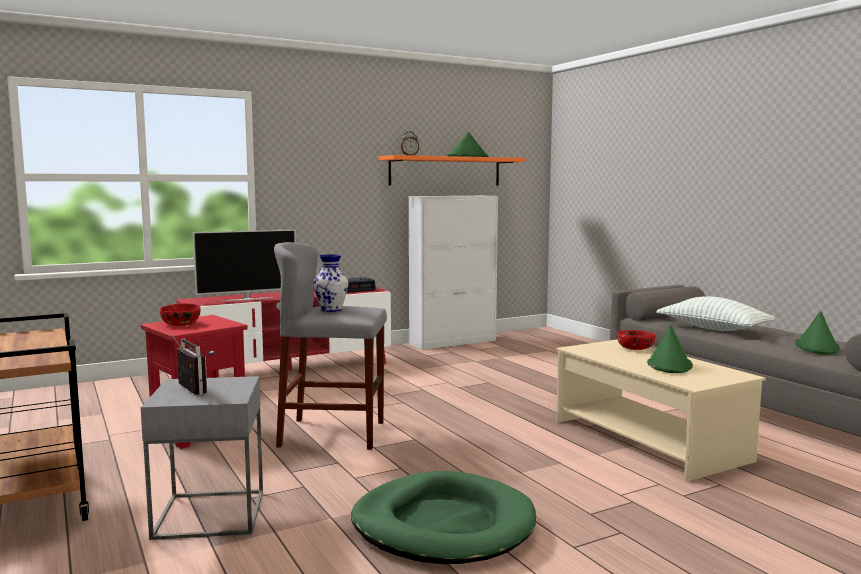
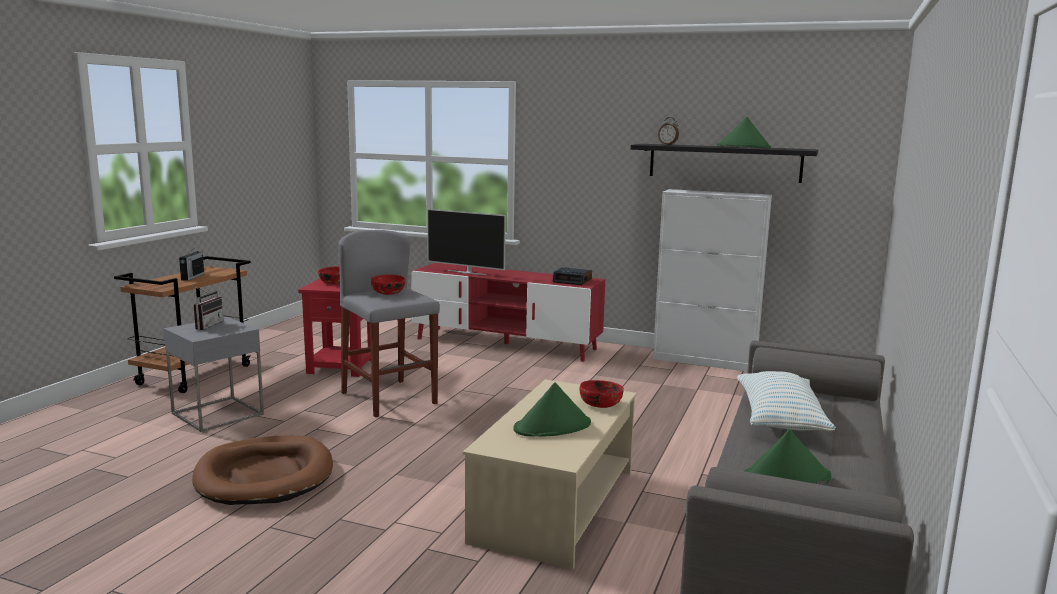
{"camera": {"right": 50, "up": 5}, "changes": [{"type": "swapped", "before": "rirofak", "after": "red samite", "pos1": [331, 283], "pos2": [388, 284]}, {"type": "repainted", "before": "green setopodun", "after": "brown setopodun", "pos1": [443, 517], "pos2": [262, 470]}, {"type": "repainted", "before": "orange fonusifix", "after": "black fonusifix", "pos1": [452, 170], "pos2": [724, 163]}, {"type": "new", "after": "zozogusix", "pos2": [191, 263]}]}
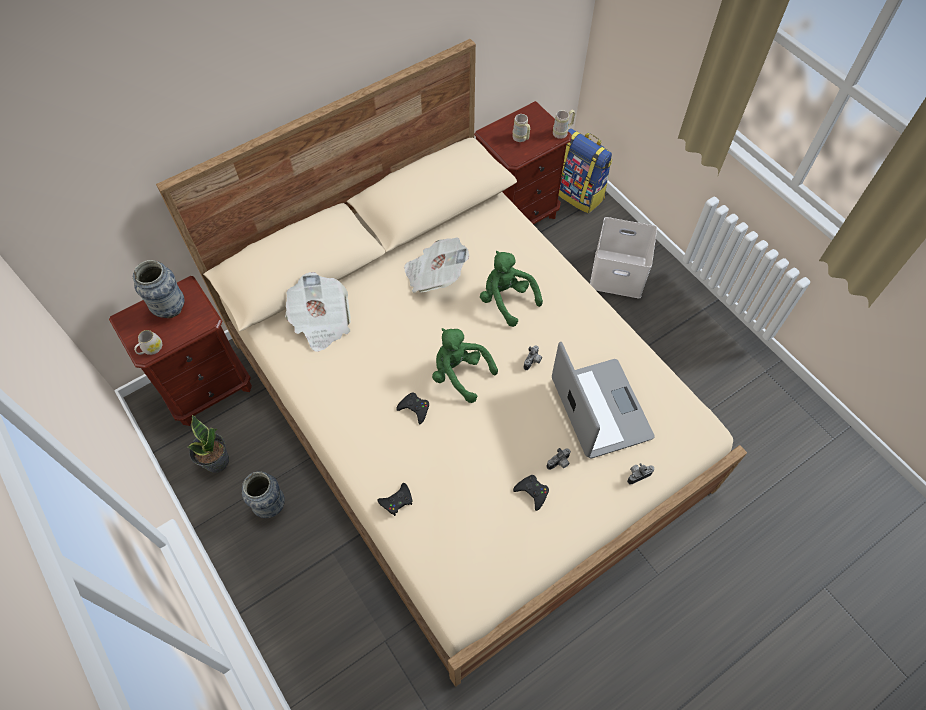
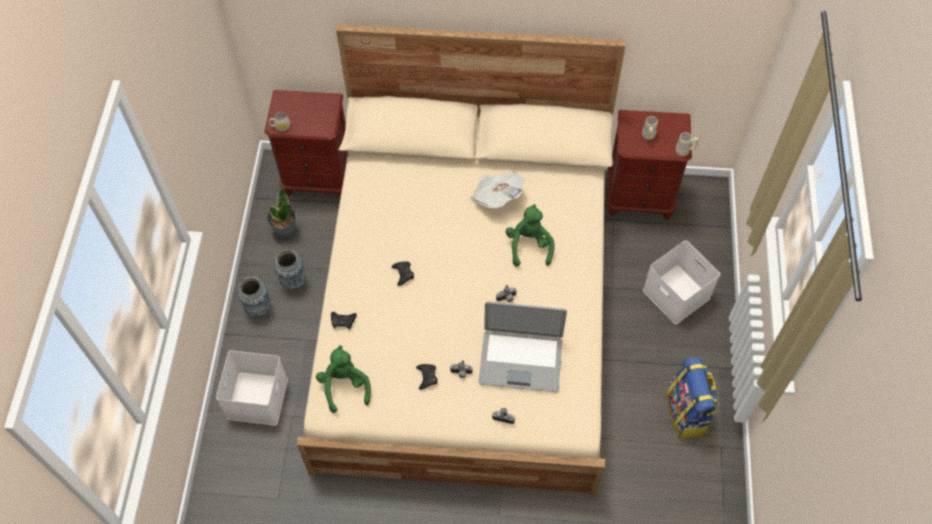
{"camera": {"right": 40, "up": 0}, "changes": [{"type": "shifted", "before": "rirofak", "pos1": [158, 289], "pos2": [254, 297]}, {"type": "gone", "before": "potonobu", "pos1": [318, 312]}, {"type": "shifted", "before": "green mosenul", "pos1": [465, 365], "pos2": [343, 379]}, {"type": "rotated", "before": "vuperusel", "pos1": [603, 400], "pos2": [522, 347], "turn": 75}, {"type": "shifted", "before": "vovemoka", "pos1": [586, 170], "pos2": [691, 397]}, {"type": "new", "after": "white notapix", "pos2": [252, 388]}]}
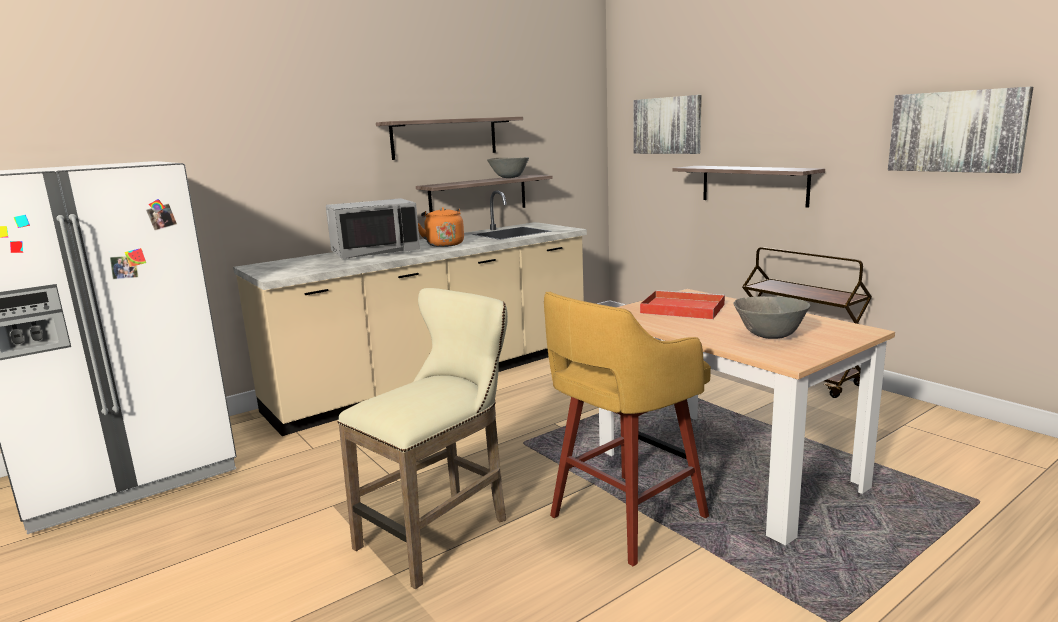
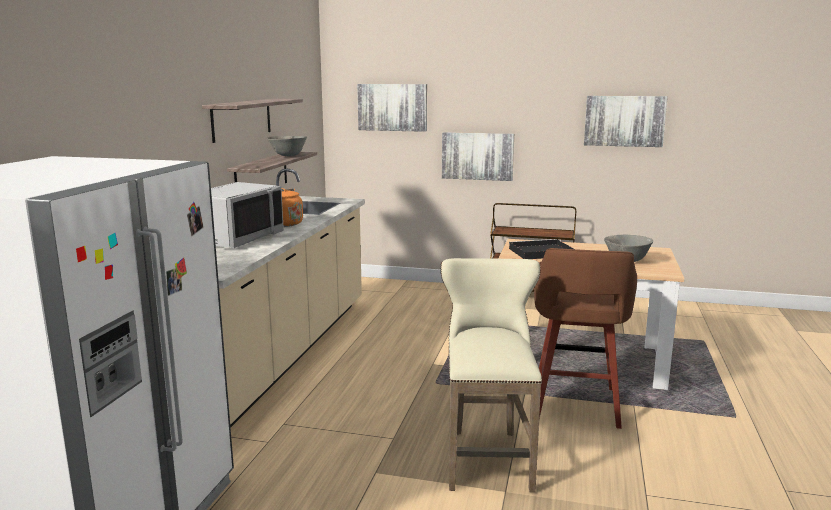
{"camera": {"right": -40, "up": 0}, "changes": [{"type": "repainted", "before": "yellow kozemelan", "after": "brown kozemelan", "pos1": [627, 429], "pos2": [585, 338]}, {"type": "repainted", "before": "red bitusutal", "after": "black bitusutal", "pos1": [682, 304], "pos2": [541, 249]}, {"type": "swapped", "before": "fonusifix", "after": "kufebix", "pos1": [748, 187], "pos2": [478, 156]}]}
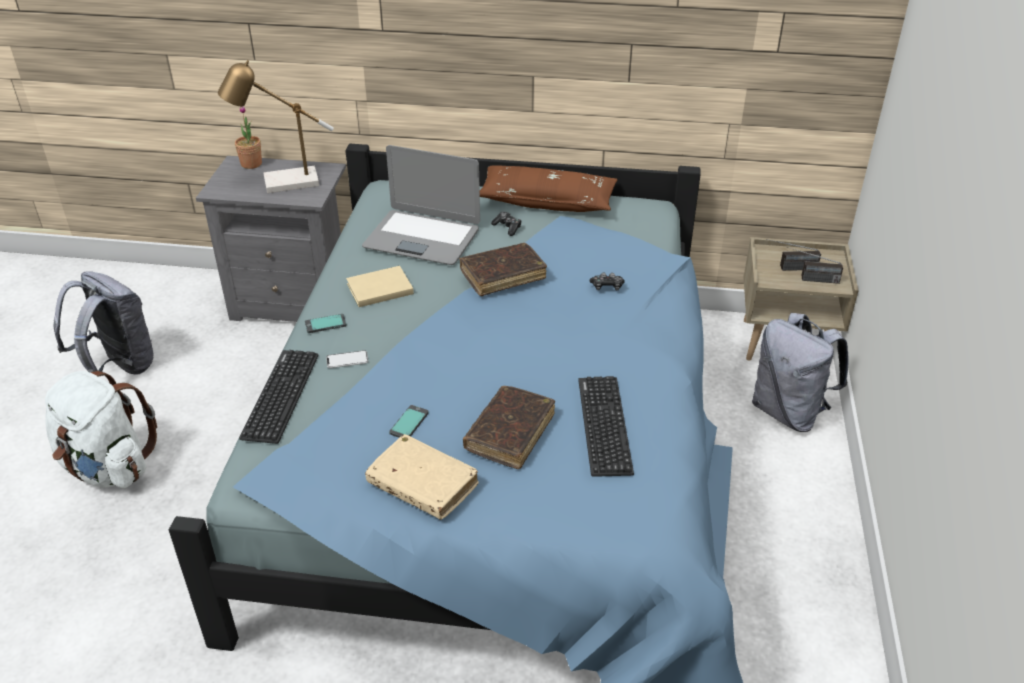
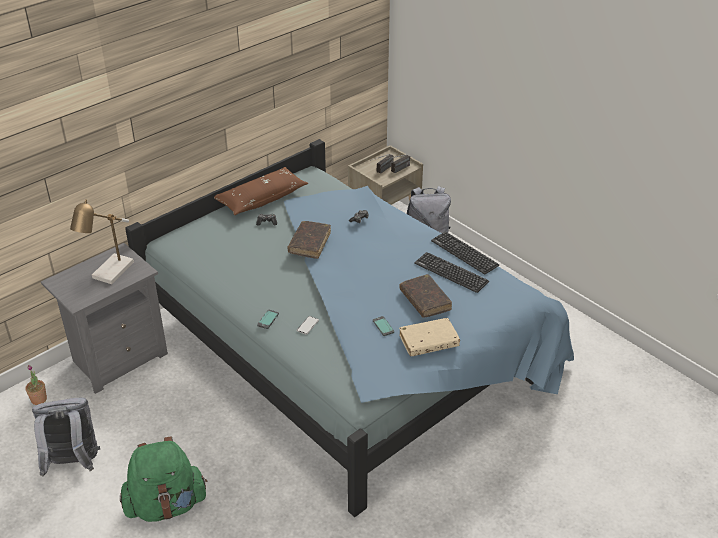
{"camera": {"right": -50, "up": 0}, "changes": [{"type": "repainted", "before": "white vovemoka", "after": "green vovemoka", "pos1": [101, 429], "pos2": [163, 479]}, {"type": "shifted", "before": "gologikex", "pos1": [248, 137], "pos2": [36, 385]}, {"type": "shifted", "before": "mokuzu", "pos1": [279, 397], "pos2": [465, 253]}, {"type": "gone", "before": "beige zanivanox", "pos1": [380, 286]}, {"type": "gone", "before": "vuperusel", "pos1": [421, 205]}]}
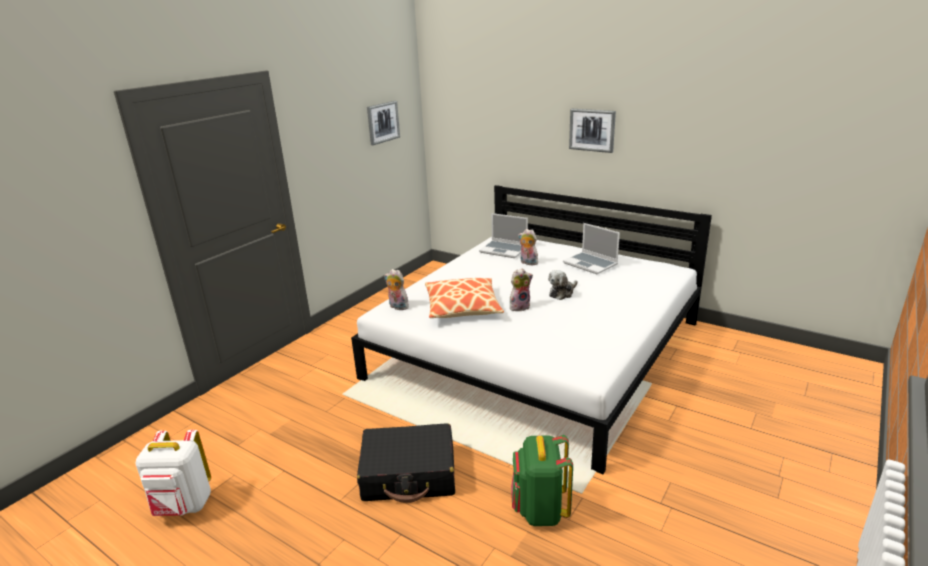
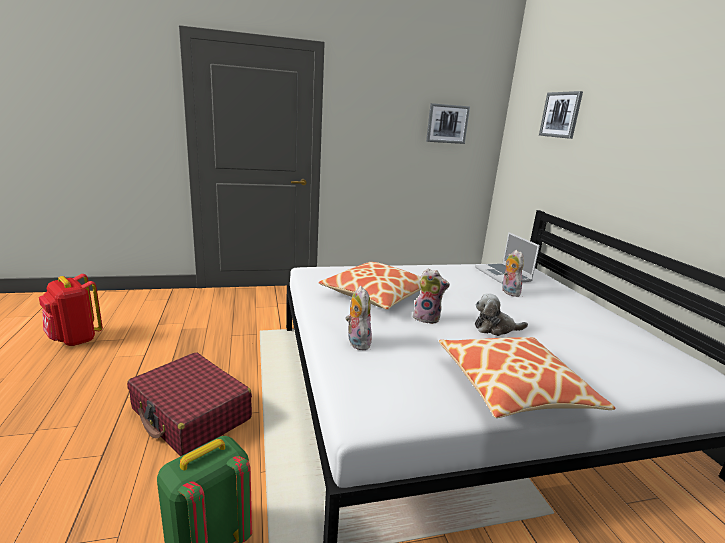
{"camera": {"right": 40, "up": -5}, "changes": [{"type": "repainted", "before": "white vovemoka", "after": "red vovemoka", "pos1": [173, 473], "pos2": [71, 310]}, {"type": "repainted", "before": "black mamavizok", "after": "red mamavizok", "pos1": [406, 463], "pos2": [189, 404]}, {"type": "shifted", "before": "mosenul", "pos1": [397, 289], "pos2": [359, 318]}, {"type": "gone", "before": "vuperusel", "pos1": [591, 248]}, {"type": "shifted", "before": "kufebix", "pos1": [592, 131], "pos2": [561, 115]}, {"type": "new", "after": "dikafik", "pos2": [527, 377]}]}
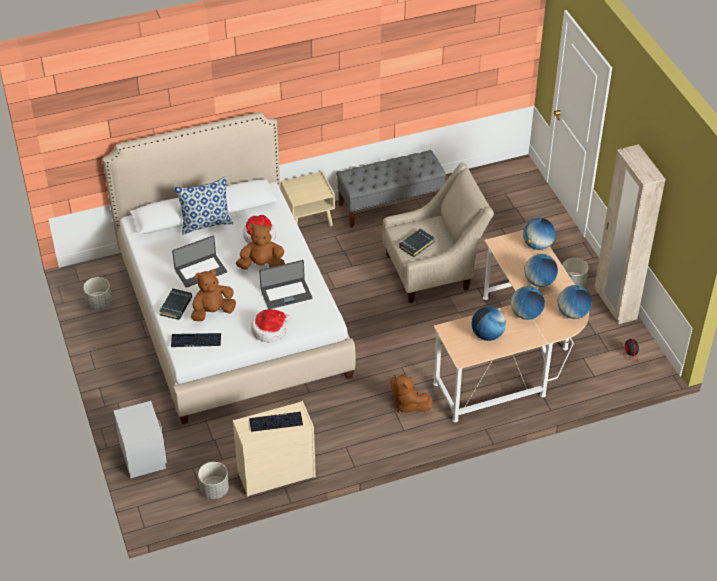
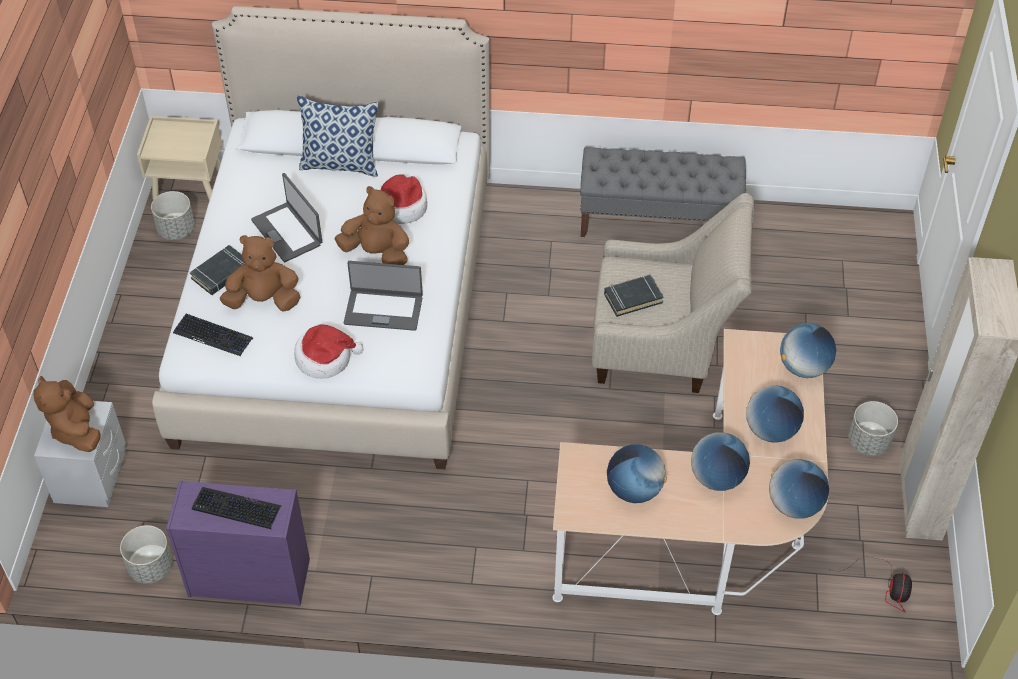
{"camera": {"right": 25, "up": 5}, "changes": [{"type": "rotated", "before": "vuperusel", "pos1": [199, 261], "pos2": [286, 217], "turn": 60}, {"type": "repainted", "before": "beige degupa", "after": "purple degupa", "pos1": [274, 449], "pos2": [238, 543]}, {"type": "shifted", "before": "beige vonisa", "pos1": [308, 198], "pos2": [179, 158]}, {"type": "shifted", "before": "brown mosenul", "pos1": [411, 393], "pos2": [67, 414]}]}
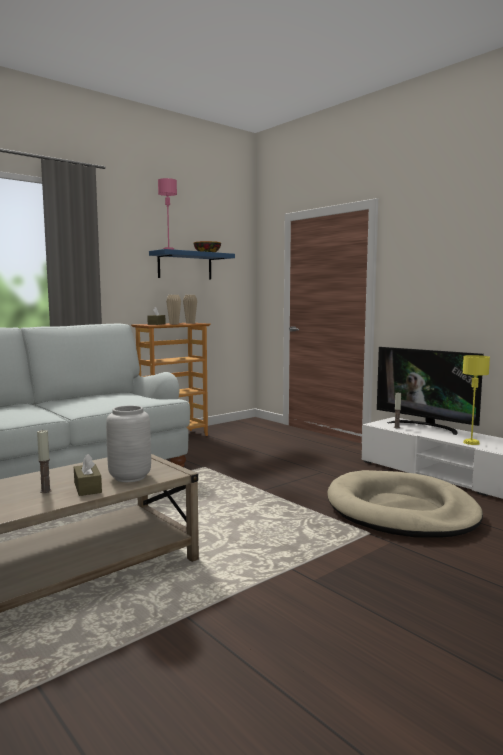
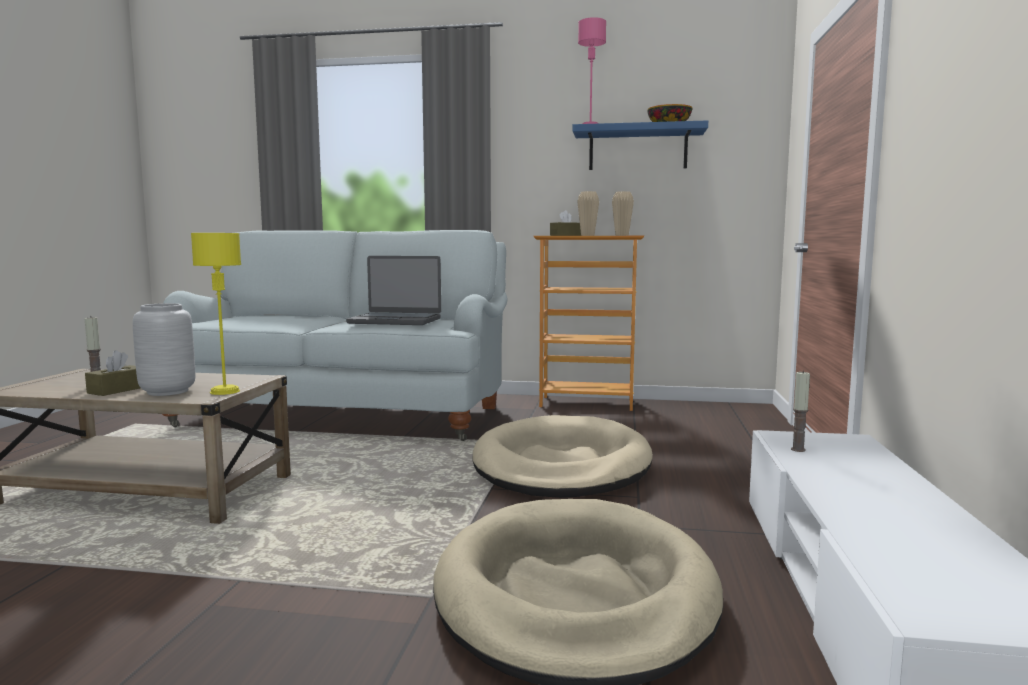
{"camera": {"right": 50, "up": 0}, "changes": [{"type": "gone", "before": "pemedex", "pos1": [430, 391]}, {"type": "shifted", "before": "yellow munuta", "pos1": [476, 400], "pos2": [216, 314]}, {"type": "new", "after": "vuperusel", "pos2": [393, 290]}, {"type": "new", "after": "beige setopodun", "pos2": [562, 456]}]}
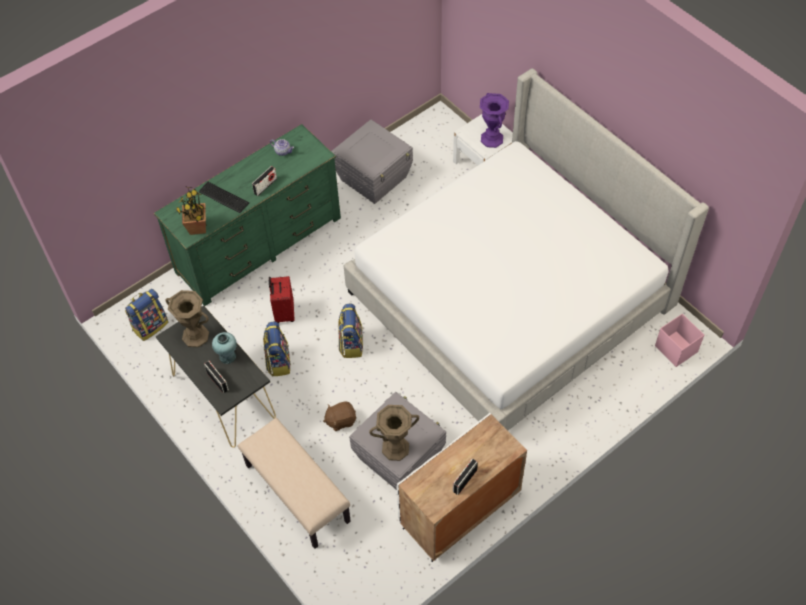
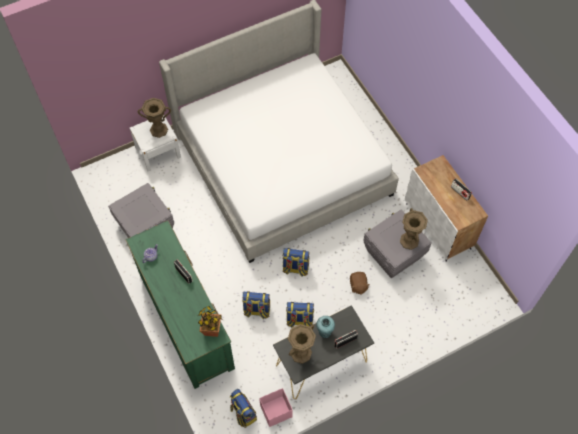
{"camera": {"right": -80, "up": 5}, "changes": [{"type": "gone", "before": "mokuzu", "pos1": [224, 197]}, {"type": "gone", "before": "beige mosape", "pos1": [294, 483]}, {"type": "swapped", "before": "red mamavizok", "after": "vovemoka", "pos1": [282, 299], "pos2": [256, 305]}, {"type": "repainted", "before": "purple rirofak", "after": "brown rirofak", "pos1": [494, 120], "pos2": [154, 118]}, {"type": "shifted", "before": "pink notapix", "pos1": [679, 340], "pos2": [276, 407]}]}
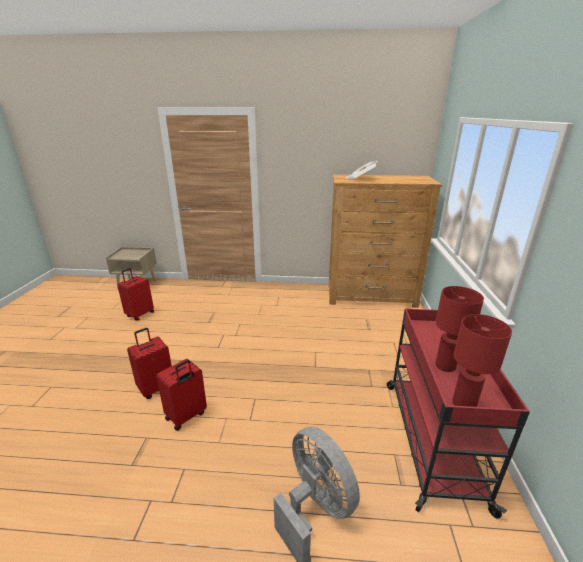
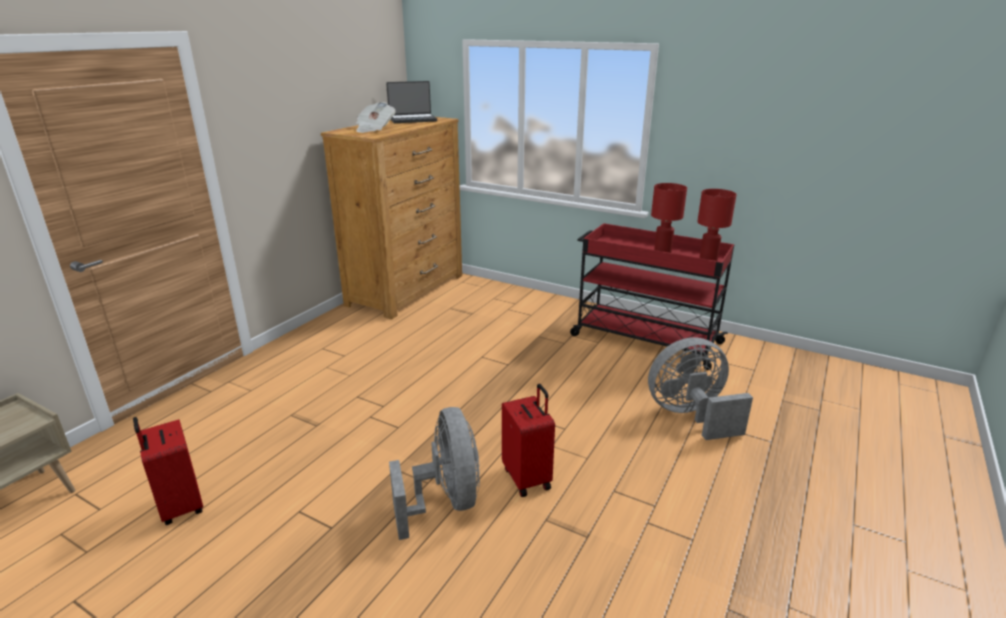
{"camera": {"right": -65, "up": 0}, "changes": [{"type": "swapped", "before": "red mamavizok", "after": "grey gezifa", "pos1": [149, 363], "pos2": [434, 473]}, {"type": "new", "after": "vuperusel", "pos2": [411, 102]}]}
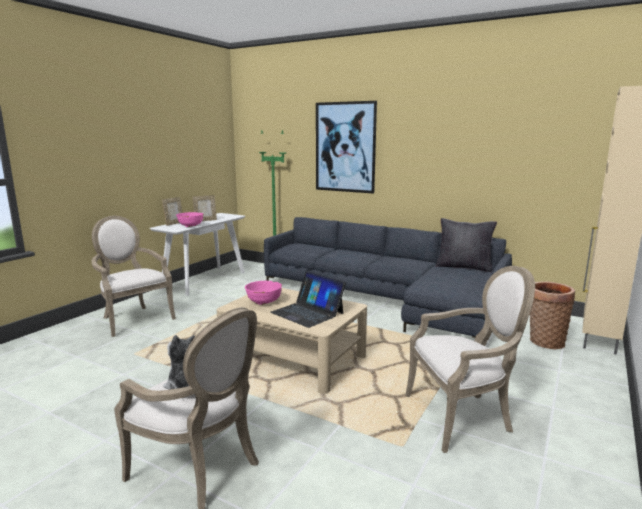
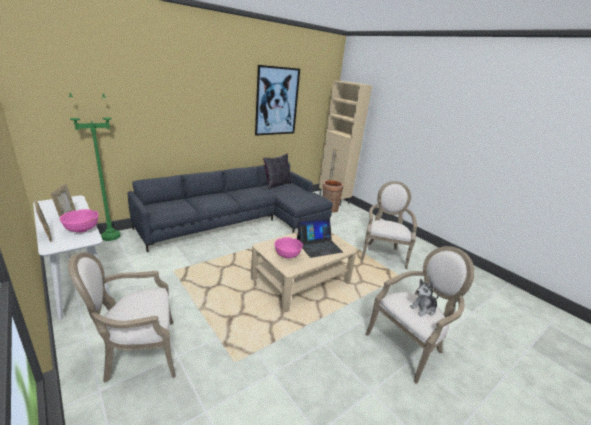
{"camera": {"right": -70, "up": 10}, "changes": [{"type": "shifted", "before": "kufebix", "pos1": [346, 147], "pos2": [277, 100]}]}
